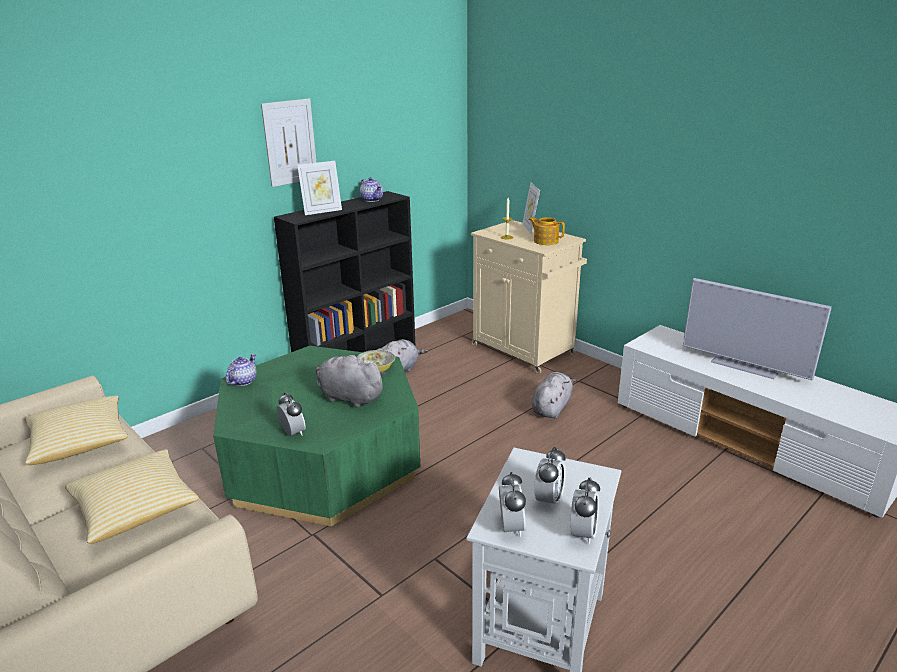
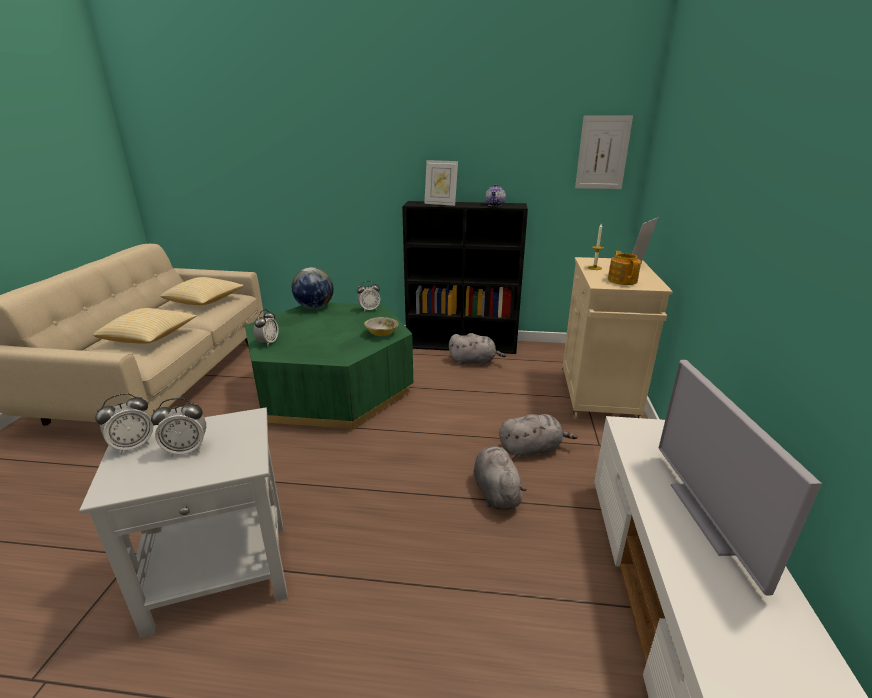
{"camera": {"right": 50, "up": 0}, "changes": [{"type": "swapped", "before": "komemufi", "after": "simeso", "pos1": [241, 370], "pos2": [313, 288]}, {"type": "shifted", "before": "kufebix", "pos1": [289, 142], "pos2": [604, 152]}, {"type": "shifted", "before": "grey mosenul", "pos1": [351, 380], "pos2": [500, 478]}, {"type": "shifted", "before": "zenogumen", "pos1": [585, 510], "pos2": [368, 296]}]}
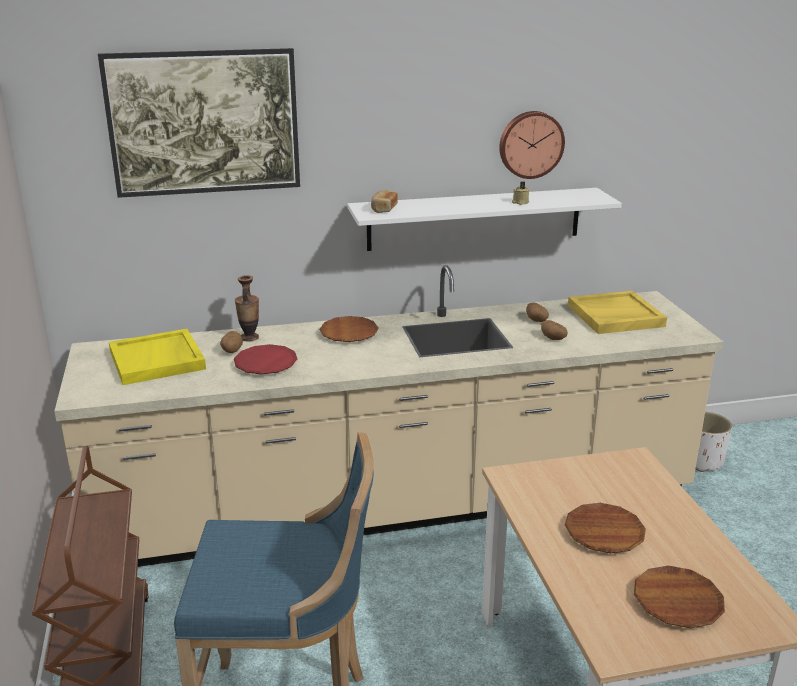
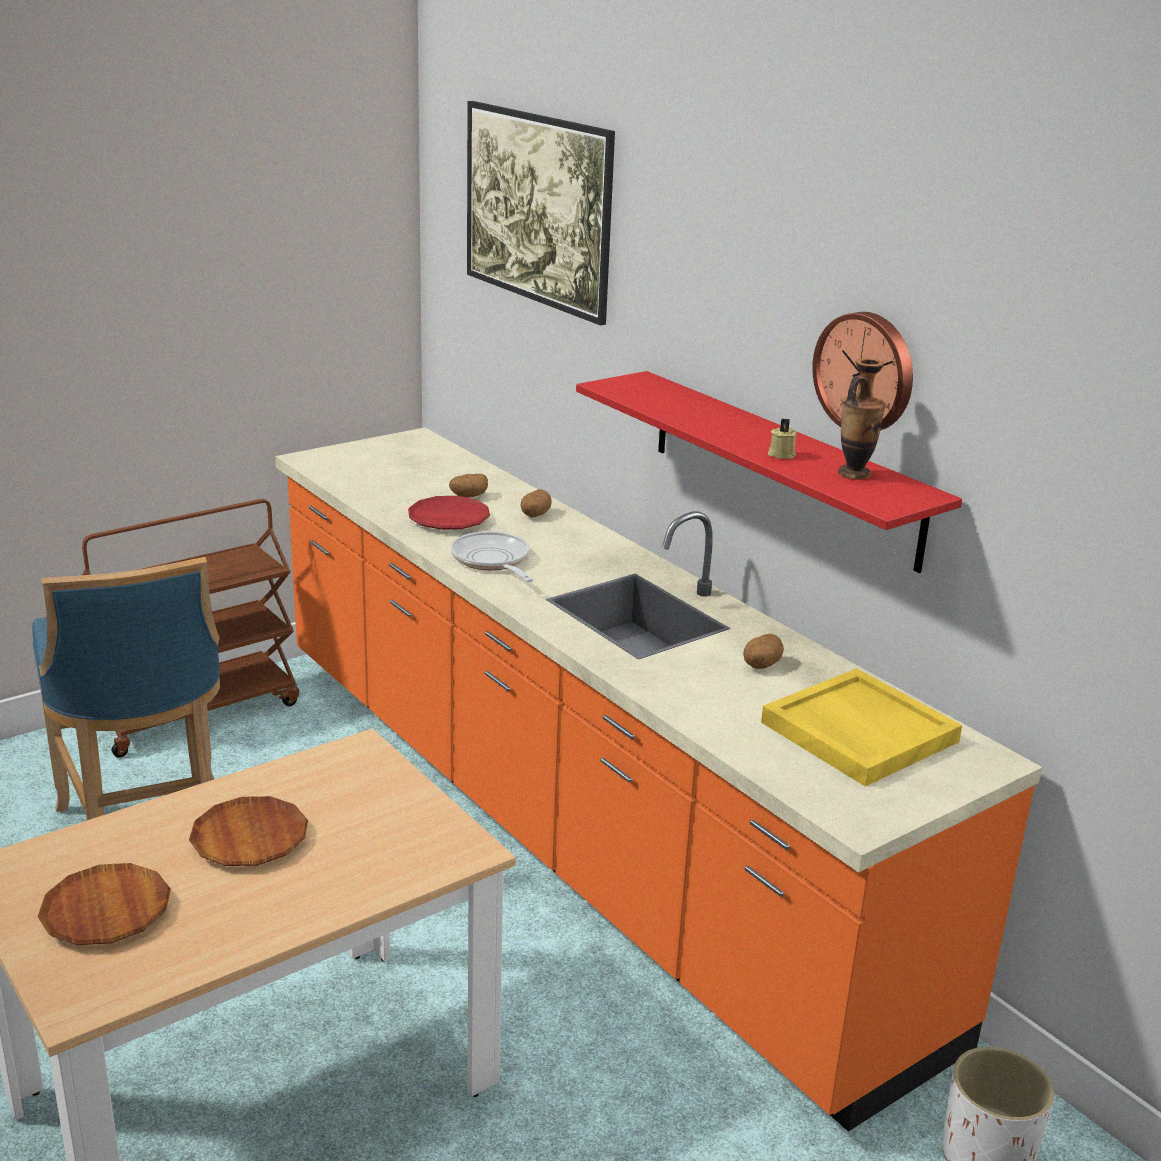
{"camera": {"right": 65, "up": 0}, "changes": [{"type": "repainted", "before": "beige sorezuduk", "after": "orange sorezuduk", "pos1": [389, 416], "pos2": [658, 780]}, {"type": "gone", "before": "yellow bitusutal", "pos1": [157, 357]}, {"type": "shifted", "before": "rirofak", "pos1": [247, 308], "pos2": [862, 419]}, {"type": "gone", "before": "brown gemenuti", "pos1": [349, 329]}, {"type": "repainted", "before": "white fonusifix", "after": "red fonusifix", "pos1": [484, 219], "pos2": [769, 472]}, {"type": "gone", "before": "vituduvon", "pos1": [384, 201]}, {"type": "shifted", "before": "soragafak", "pos1": [554, 330], "pos2": [536, 503]}, {"type": "new", "after": "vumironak", "pos2": [492, 556]}]}
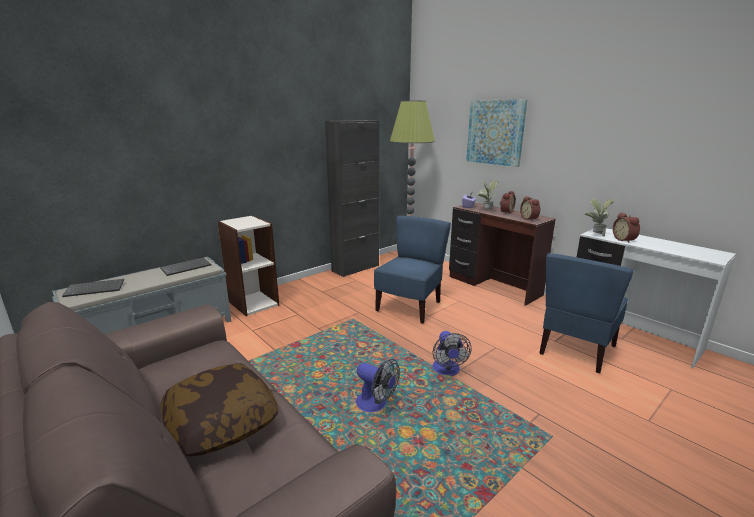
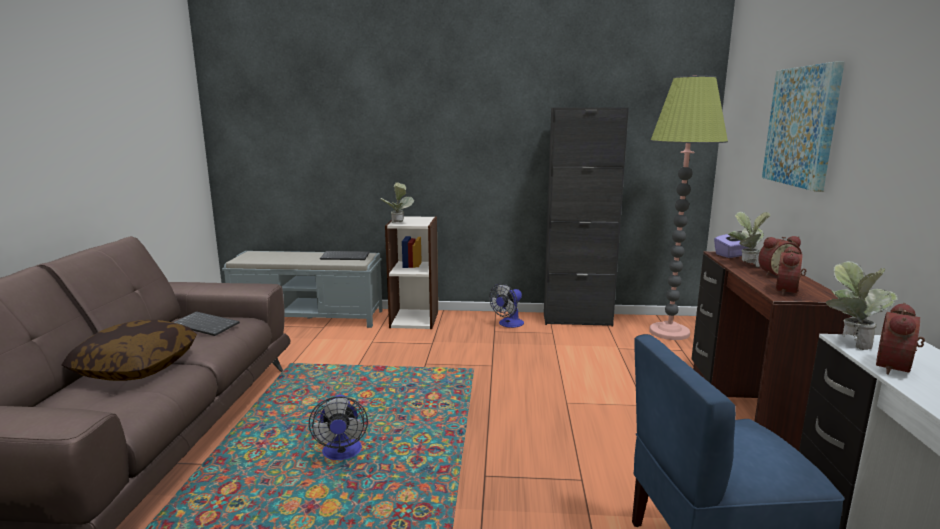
{"camera": {"right": 45, "up": -5}, "changes": [{"type": "shifted", "before": "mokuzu", "pos1": [93, 288], "pos2": [206, 323]}, {"type": "gone", "before": "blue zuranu", "pos1": [412, 270]}, {"type": "shifted", "before": "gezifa", "pos1": [452, 353], "pos2": [506, 306]}, {"type": "new", "after": "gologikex", "pos2": [397, 202]}]}
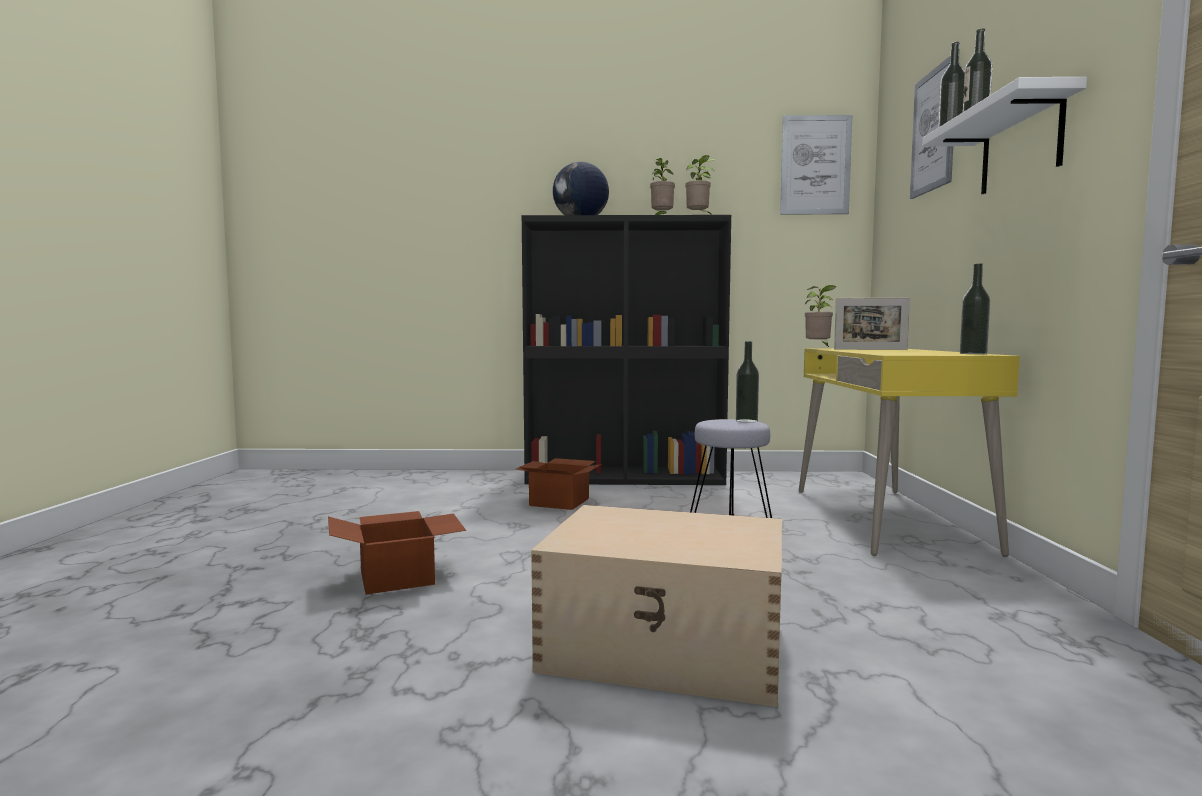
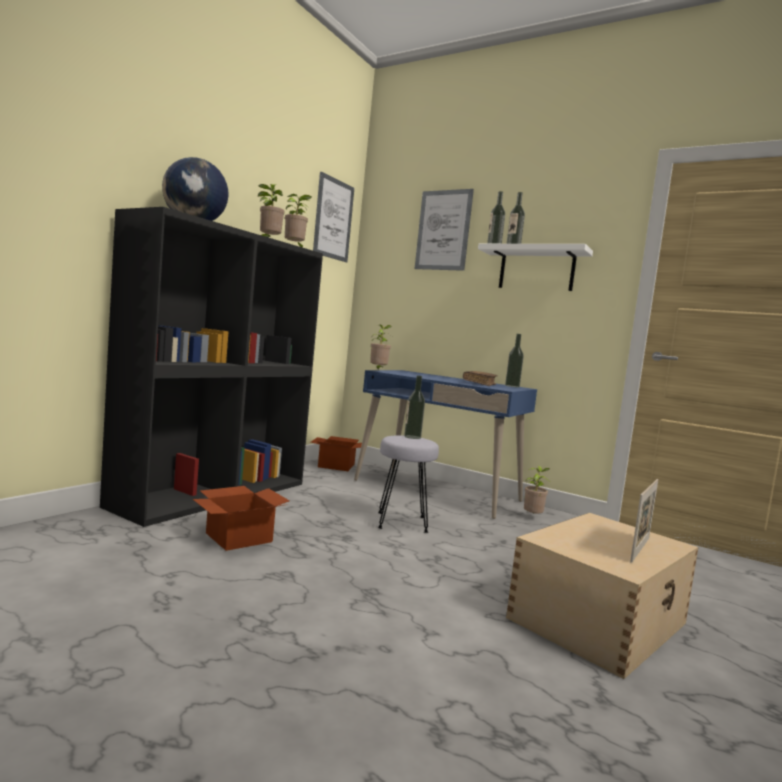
{"camera": {"right": -60, "up": 0}, "changes": [{"type": "shifted", "before": "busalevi", "pos1": [397, 553], "pos2": [336, 453]}, {"type": "repainted", "before": "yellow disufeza", "after": "blue disufeza", "pos1": [909, 452], "pos2": [445, 444]}, {"type": "shifted", "before": "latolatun", "pos1": [872, 324], "pos2": [644, 521]}, {"type": "new", "after": "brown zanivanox", "pos2": [480, 378]}, {"type": "new", "after": "gologikex", "pos2": [536, 489]}]}
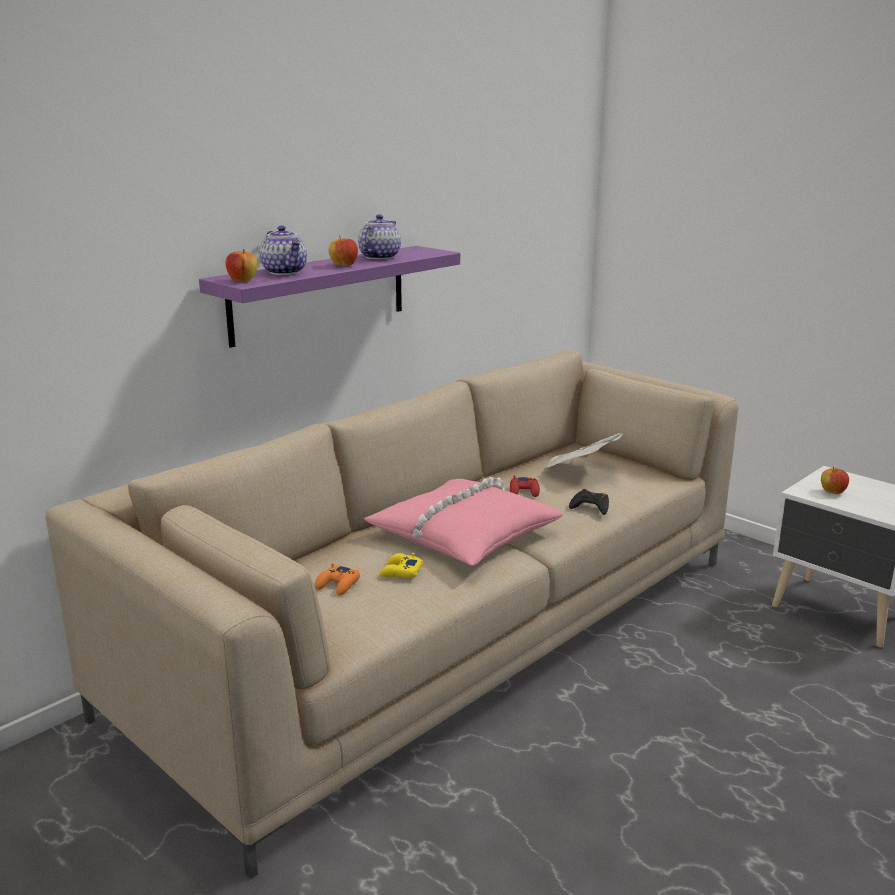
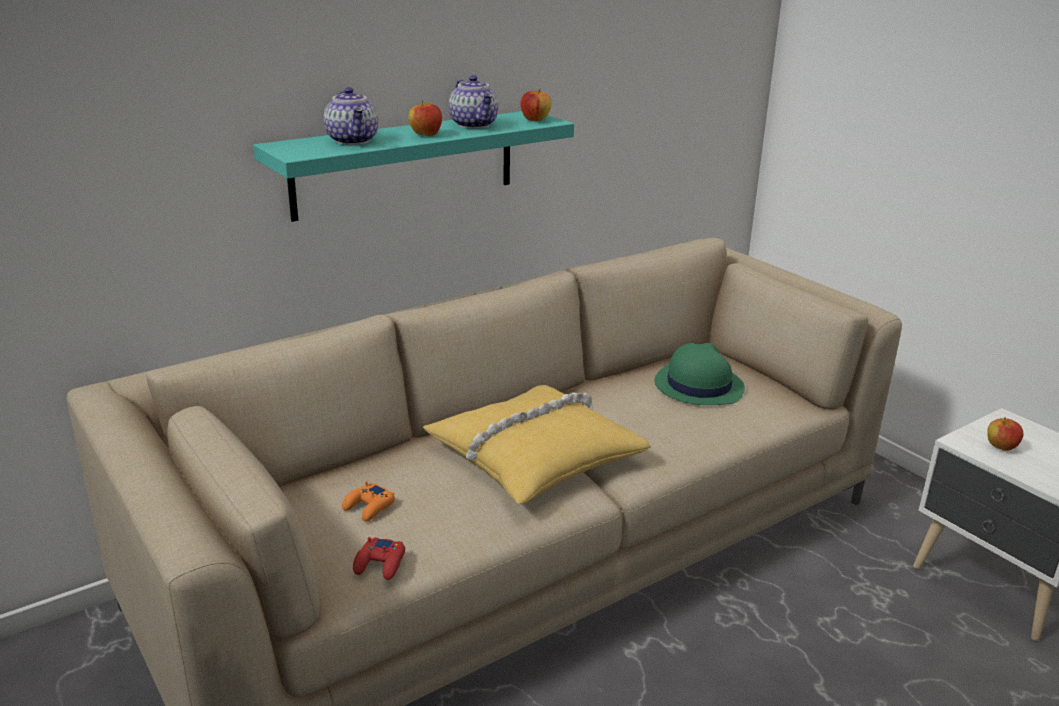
{"camera": {"right": 10, "up": 5}, "changes": [{"type": "repainted", "before": "purple fonusifix", "after": "turquoise fonusifix", "pos1": [329, 297], "pos2": [413, 166]}, {"type": "shifted", "before": "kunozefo", "pos1": [241, 265], "pos2": [535, 105]}, {"type": "rotated", "before": "komemufi", "pos1": [379, 237], "pos2": [473, 102], "turn": 120}, {"type": "repainted", "before": "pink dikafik", "after": "yellow dikafik", "pos1": [463, 521], "pos2": [537, 444]}, {"type": "gone", "before": "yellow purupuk", "pos1": [401, 565]}, {"type": "shifted", "before": "red purupuk", "pos1": [525, 486], "pos2": [379, 558]}, {"type": "swapped", "before": "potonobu", "after": "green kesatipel", "pos1": [583, 451], "pos2": [699, 374]}, {"type": "gone", "before": "black purupuk", "pos1": [589, 502]}]}
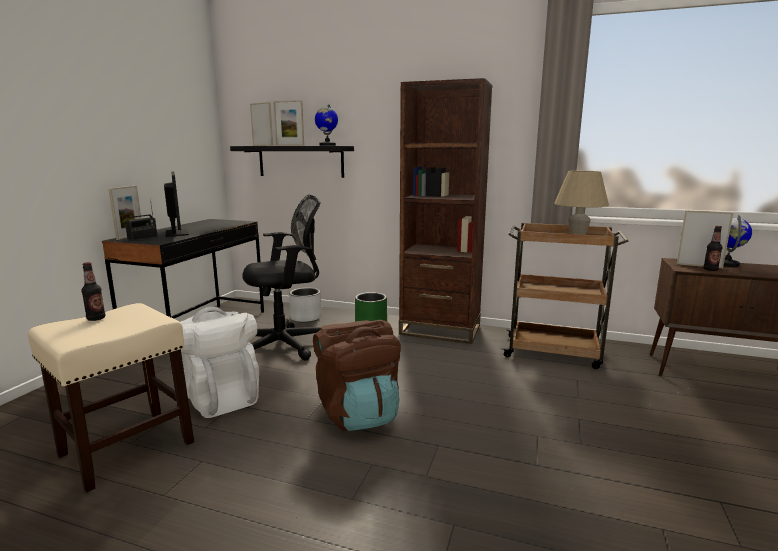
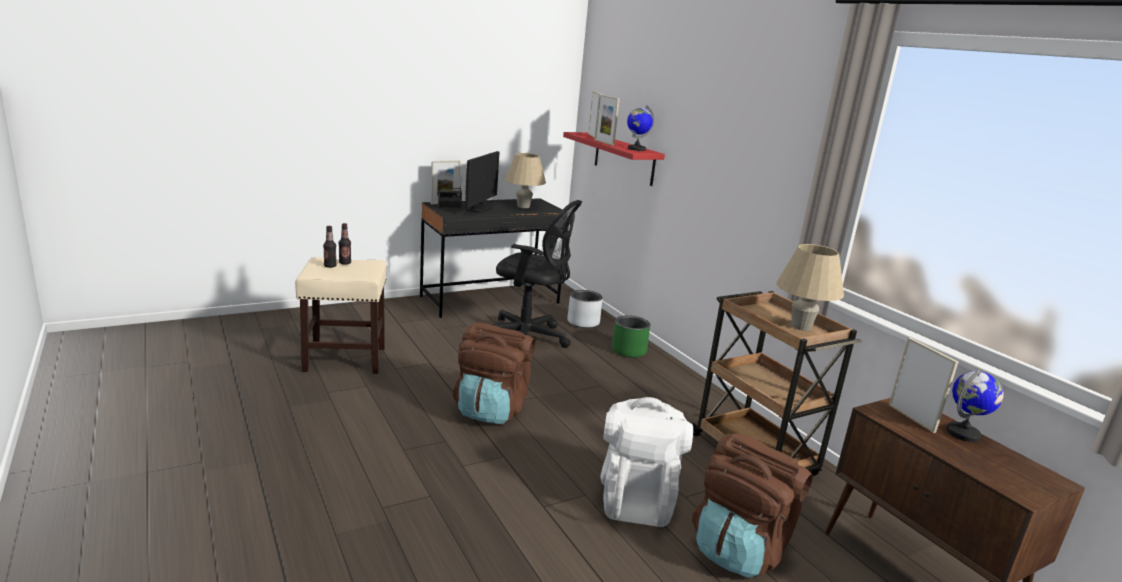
{"camera": {"right": 40, "up": 5}, "changes": [{"type": "shifted", "before": "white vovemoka", "pos1": [219, 362], "pos2": [646, 462]}, {"type": "repainted", "before": "black fonusifix", "after": "red fonusifix", "pos1": [292, 162], "pos2": [614, 159]}, {"type": "gone", "before": "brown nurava", "pos1": [445, 211]}, {"type": "shifted", "before": "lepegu", "pos1": [712, 248], "pos2": [330, 247]}, {"type": "new", "after": "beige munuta", "pos2": [525, 180]}, {"type": "new", "after": "brown vovemoka", "pos2": [752, 505]}]}
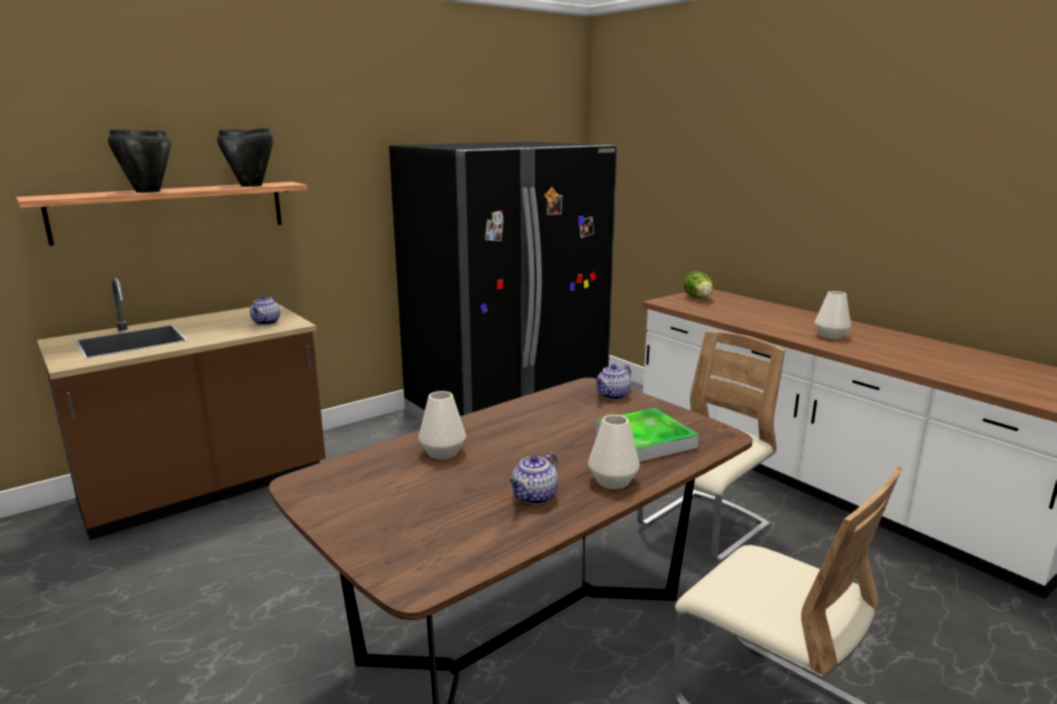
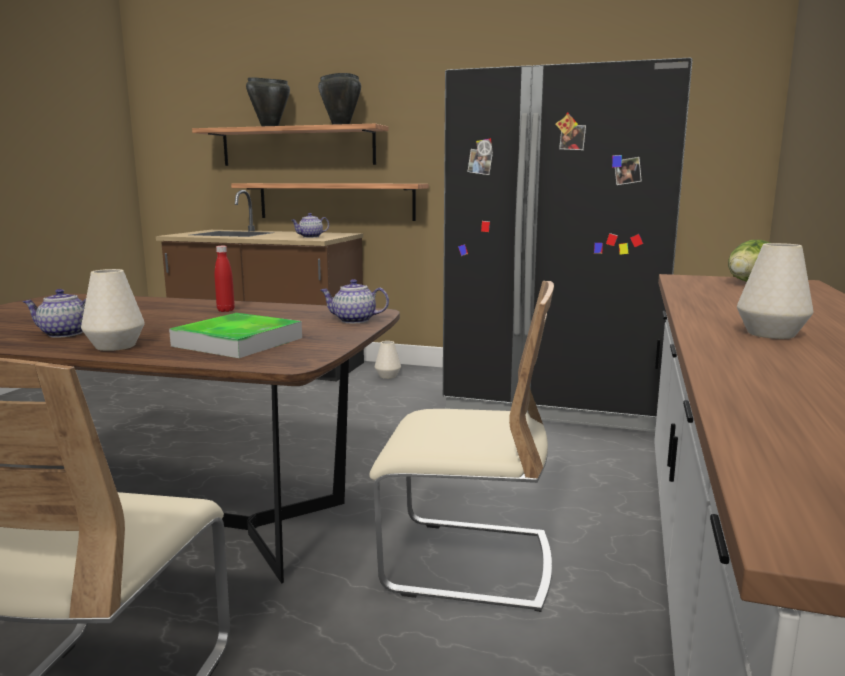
{"camera": {"right": 55, "up": -5}, "changes": [{"type": "shifted", "before": "white rirofak", "pos1": [442, 425], "pos2": [388, 360]}, {"type": "new", "after": "red lepegu", "pos2": [225, 279]}, {"type": "new", "after": "fonusifix", "pos2": [330, 202]}]}
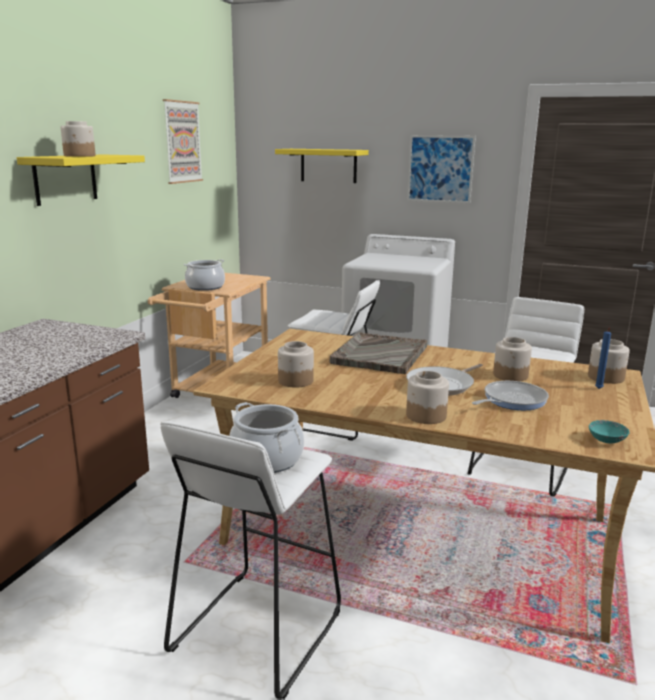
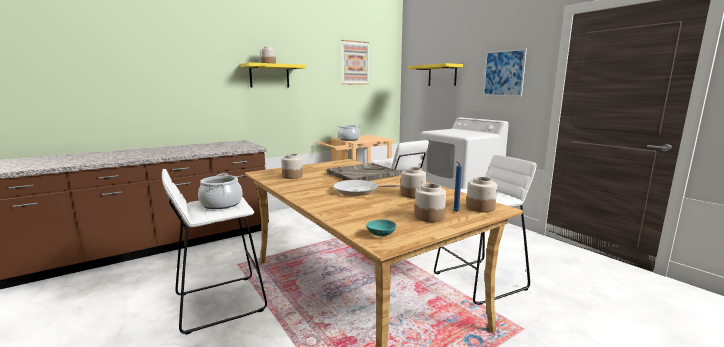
{"camera": {"right": 35, "up": -5}, "changes": [{"type": "shifted", "before": "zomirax", "pos1": [427, 397], "pos2": [430, 202]}, {"type": "gone", "before": "vumironak", "pos1": [510, 395]}]}
